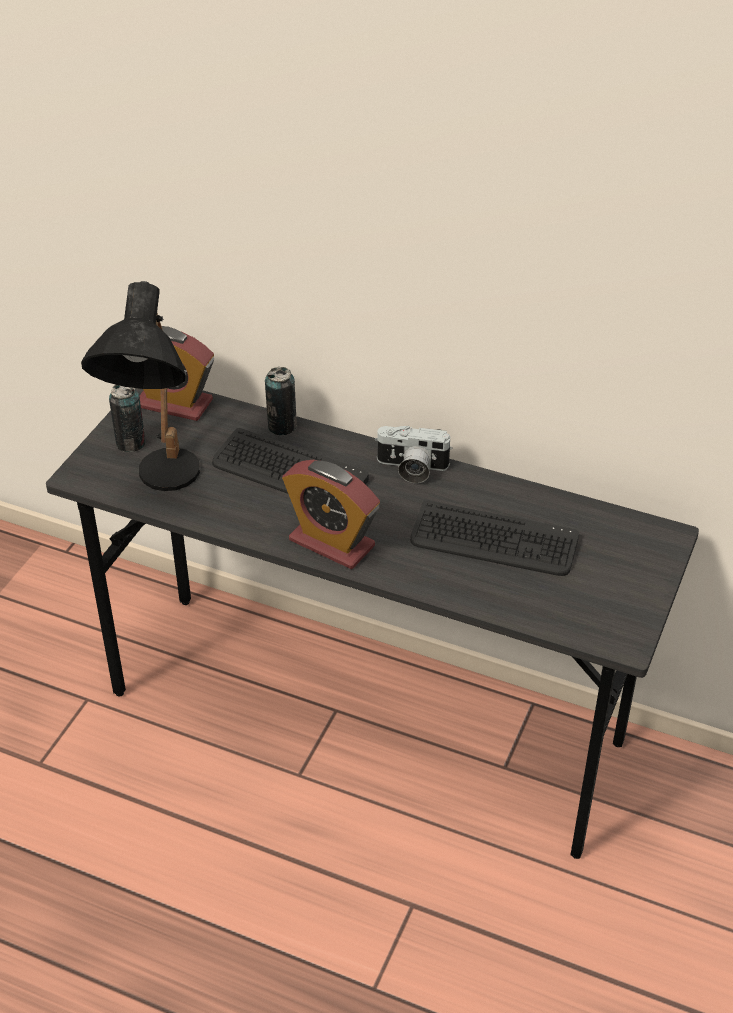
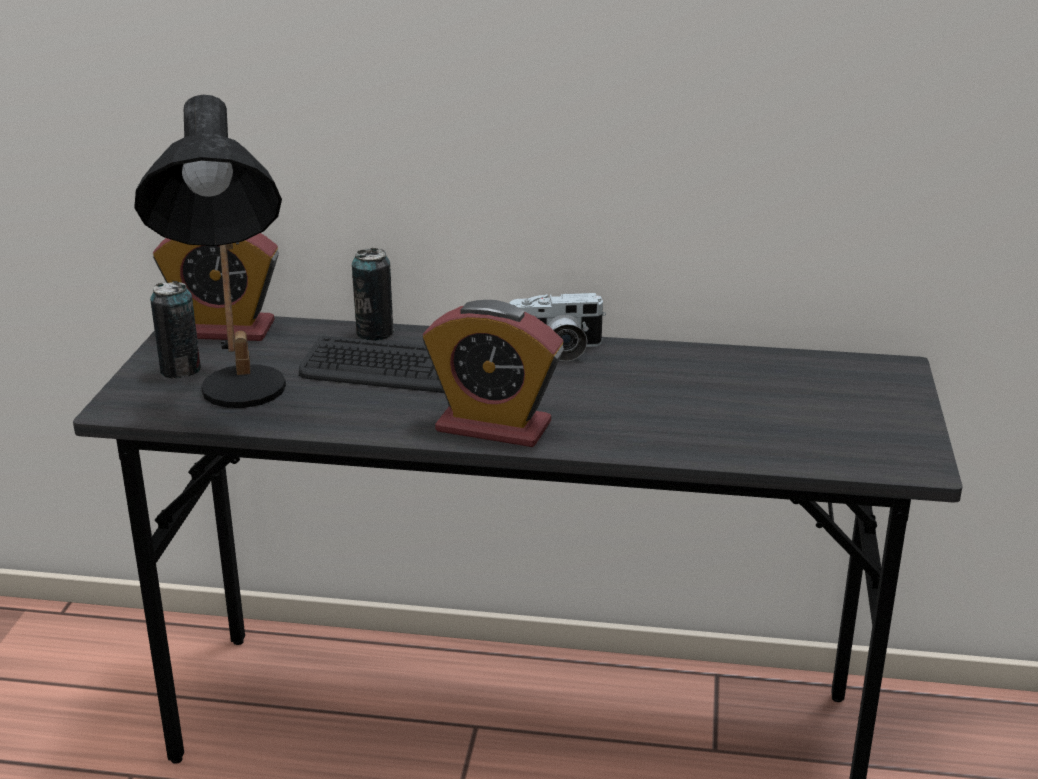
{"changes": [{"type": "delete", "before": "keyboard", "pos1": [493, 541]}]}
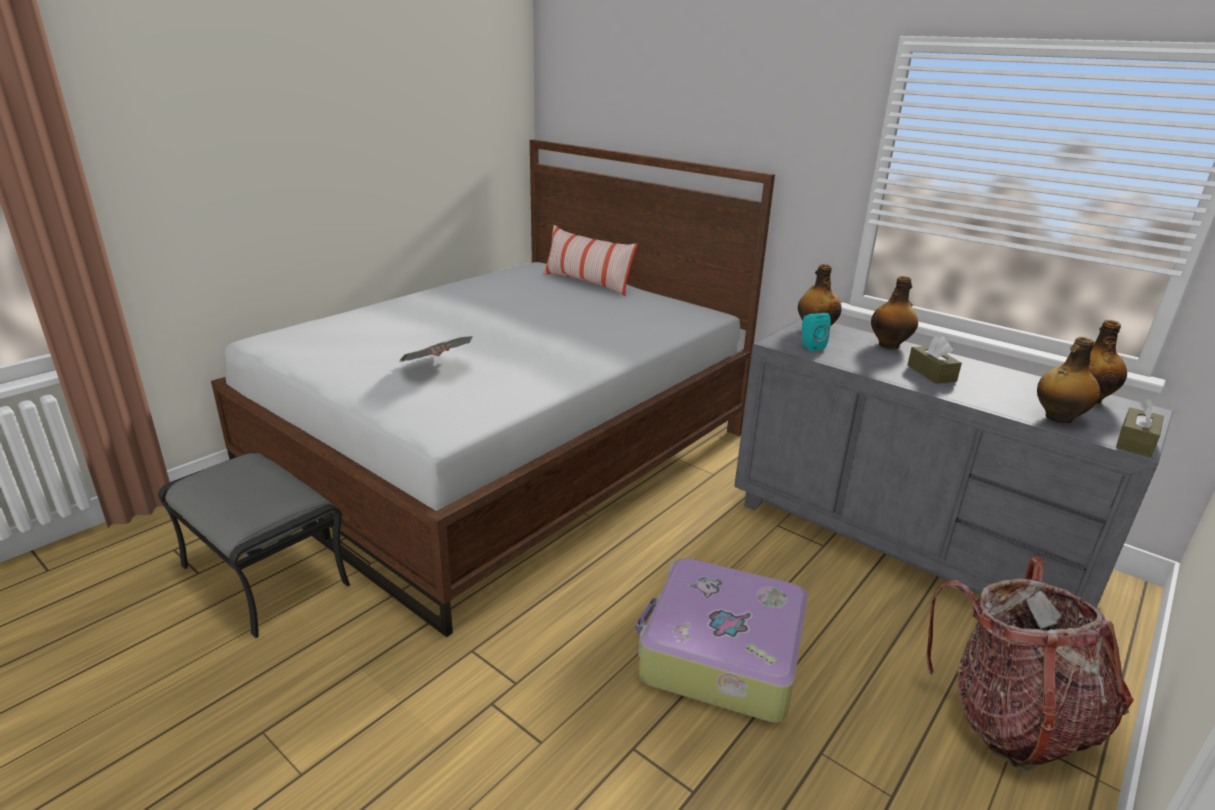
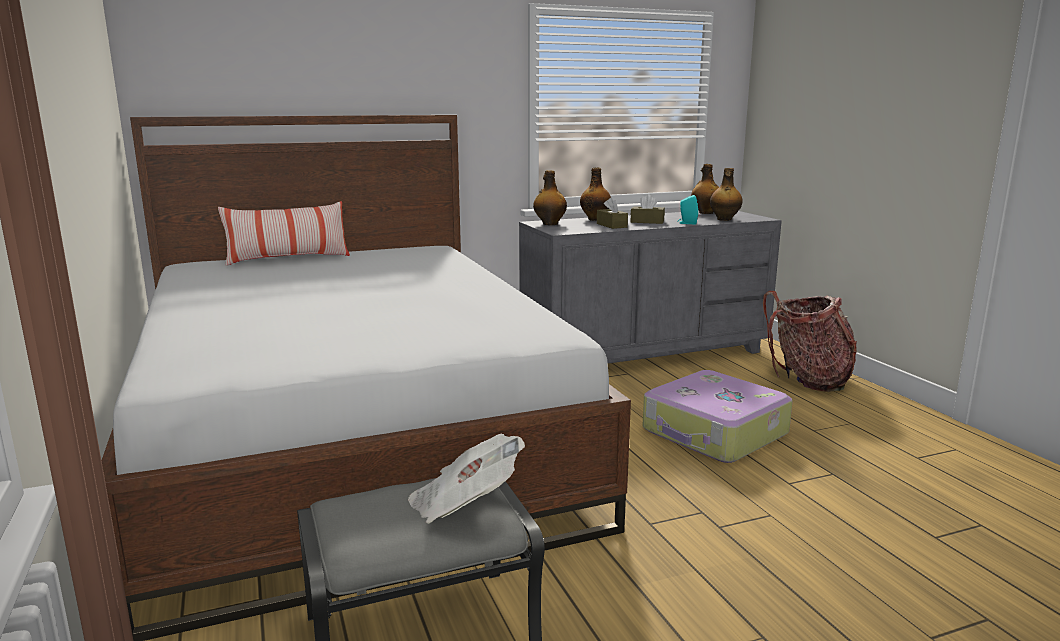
{"changes": [{"type": "move", "before": "turquoise loudspeaker", "pos1": [810, 346], "pos2": [687, 223]}, {"type": "move", "before": "daily paper", "pos1": [437, 368], "pos2": [464, 504]}, {"type": "move", "before": "brown tissue holder", "pos1": [1135, 442], "pos2": [611, 225]}]}
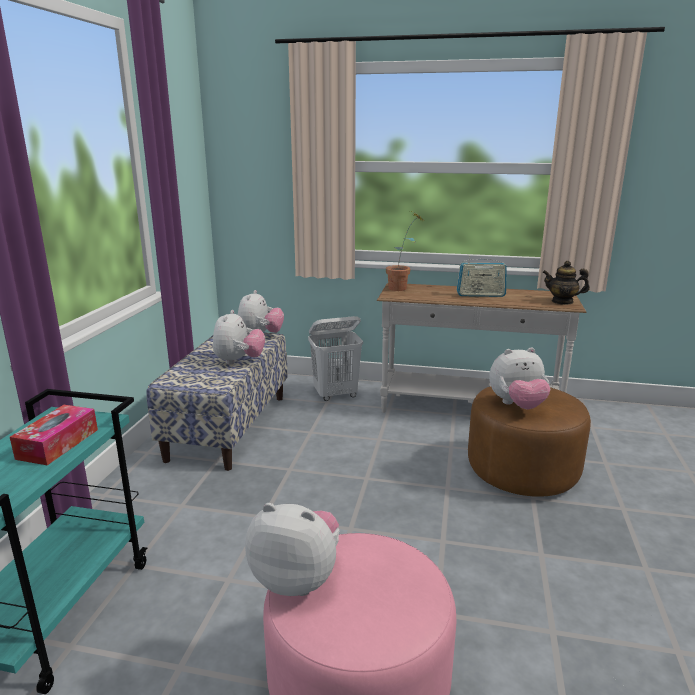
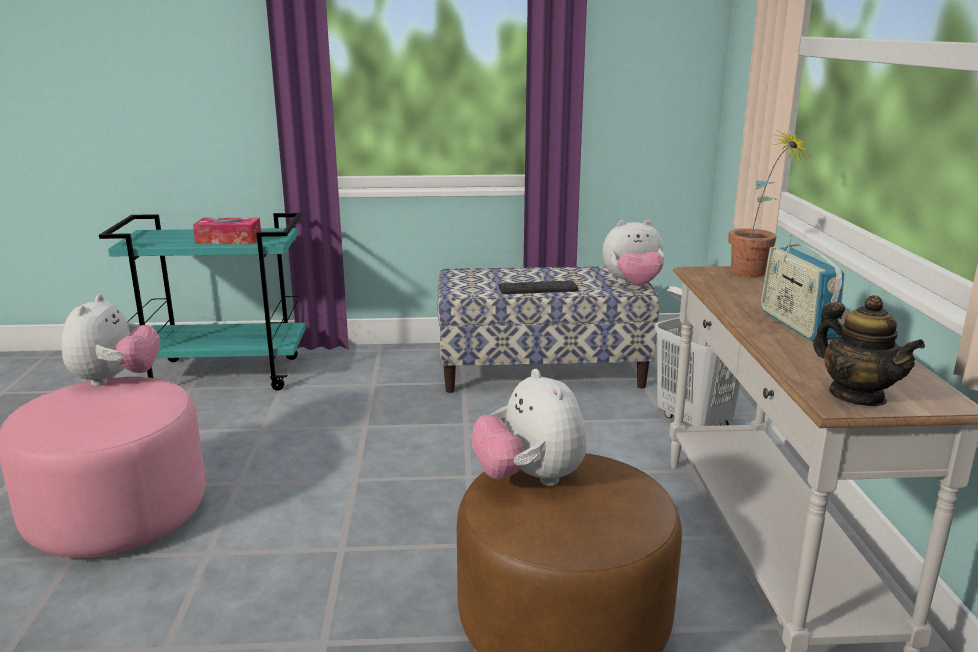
{"changes": [{"type": "rotate", "before": "teapot", "pos1": [562, 301], "pos2": [857, 396], "turn": 150}, {"type": "replace", "before": "soft toy", "after": "keyboard", "pos1": [239, 361], "pos2": [538, 289]}]}
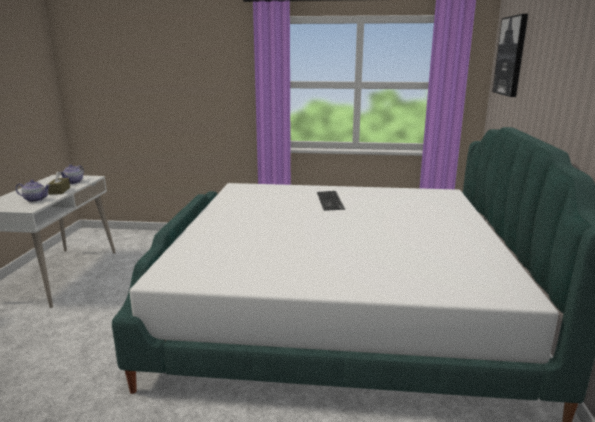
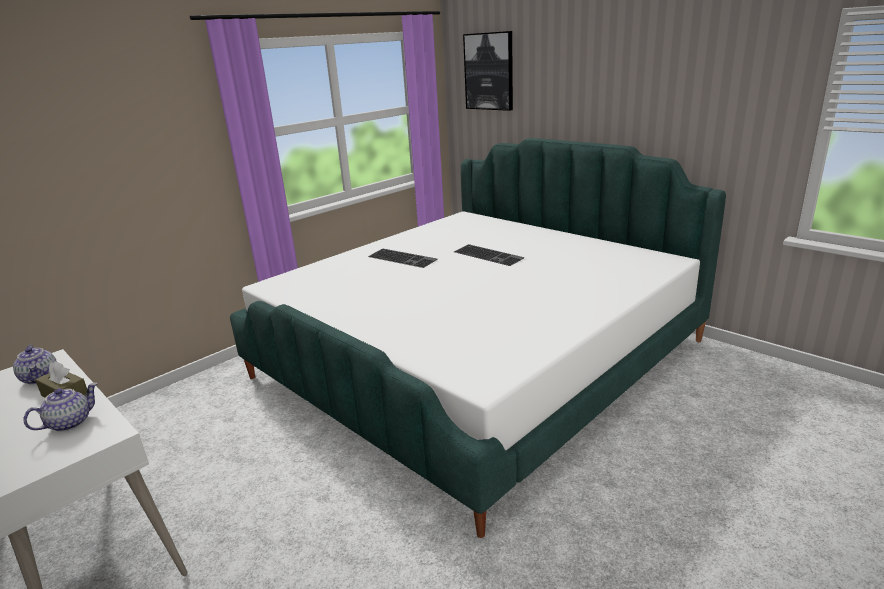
{"changes": [{"type": "insert", "after": "keyboard", "pos2": [489, 255]}]}
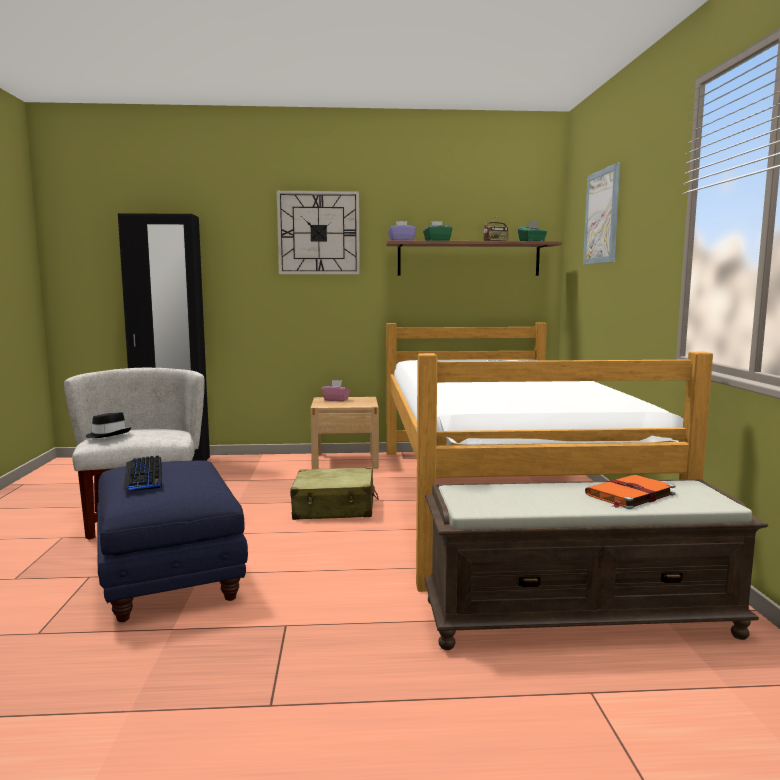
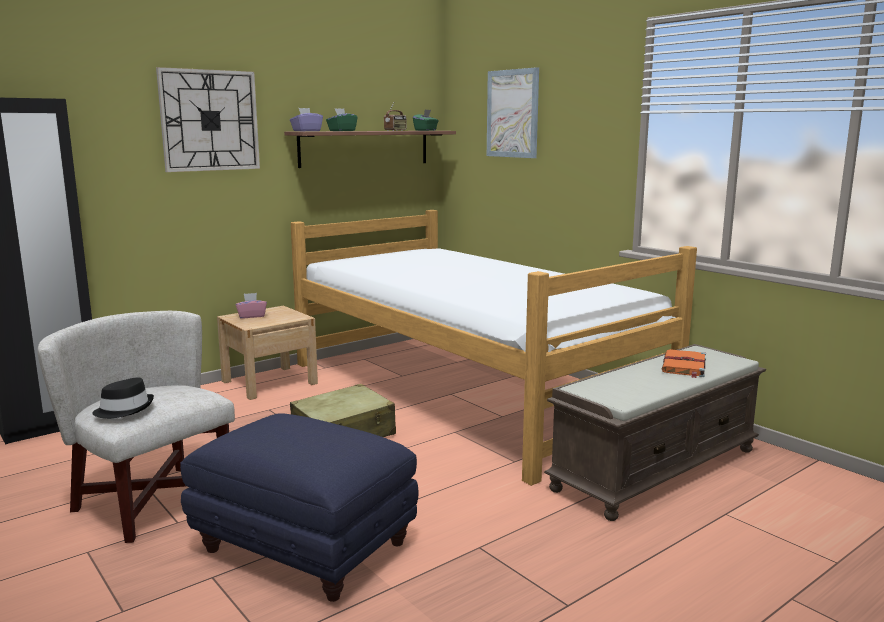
{"changes": [{"type": "delete", "before": "keyboard", "pos1": [144, 475]}]}
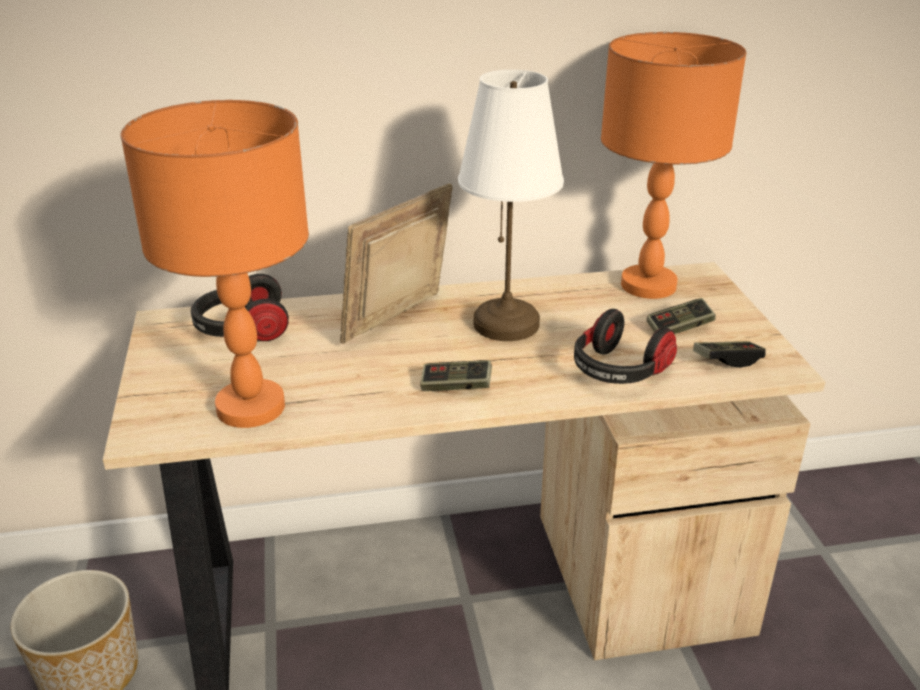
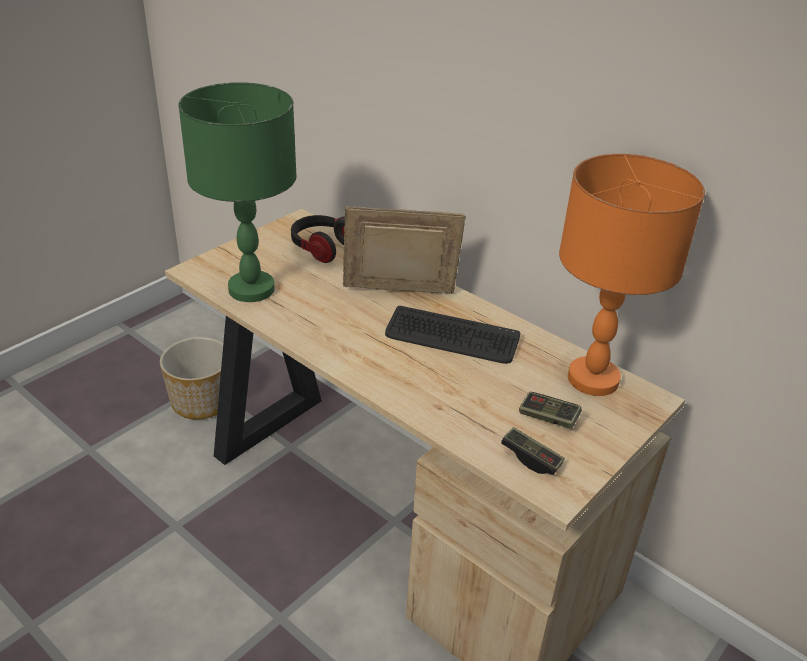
{"changes": [{"type": "replace", "before": "white-coloured lamp for a table", "after": "keyboard", "pos1": [506, 323], "pos2": [451, 337]}, {"type": "recolor", "before": "orange lamp for a table", "after": "greenish lamp for a table", "pos1": [250, 407], "pos2": [252, 289]}, {"type": "delete", "before": "headset", "pos1": [618, 371]}, {"type": "delete", "before": "joypad", "pos1": [456, 386]}]}
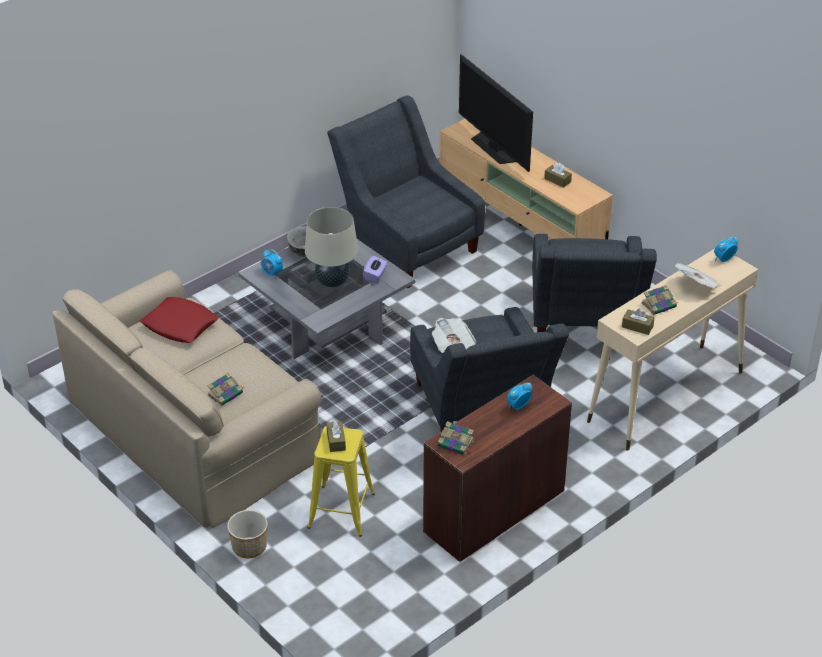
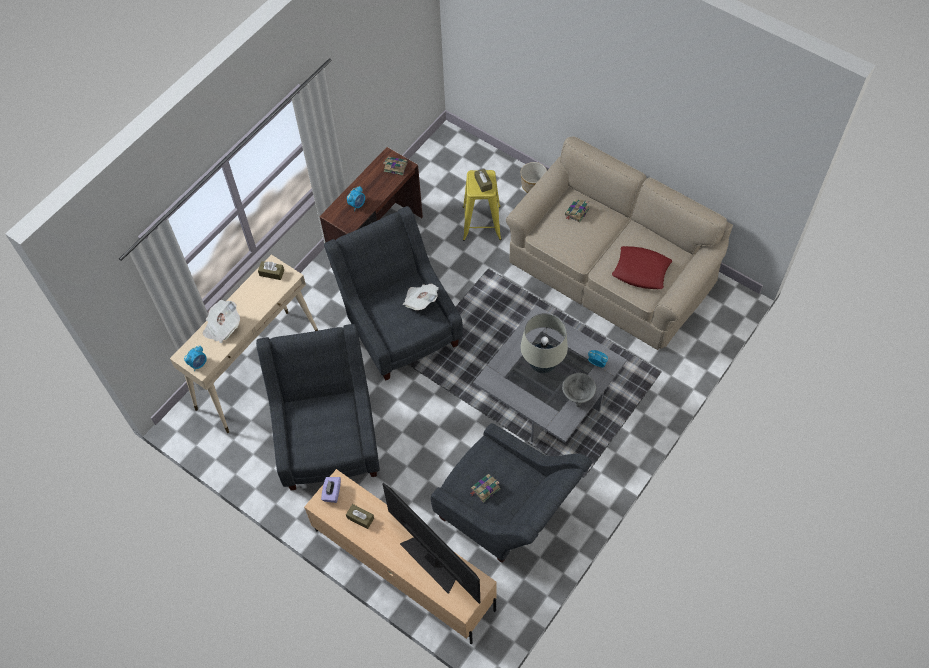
{"changes": [{"type": "move", "before": "purple-coloured tissue holder", "pos1": [375, 276], "pos2": [332, 493]}, {"type": "move", "before": "book", "pos1": [659, 305], "pos2": [485, 489]}]}
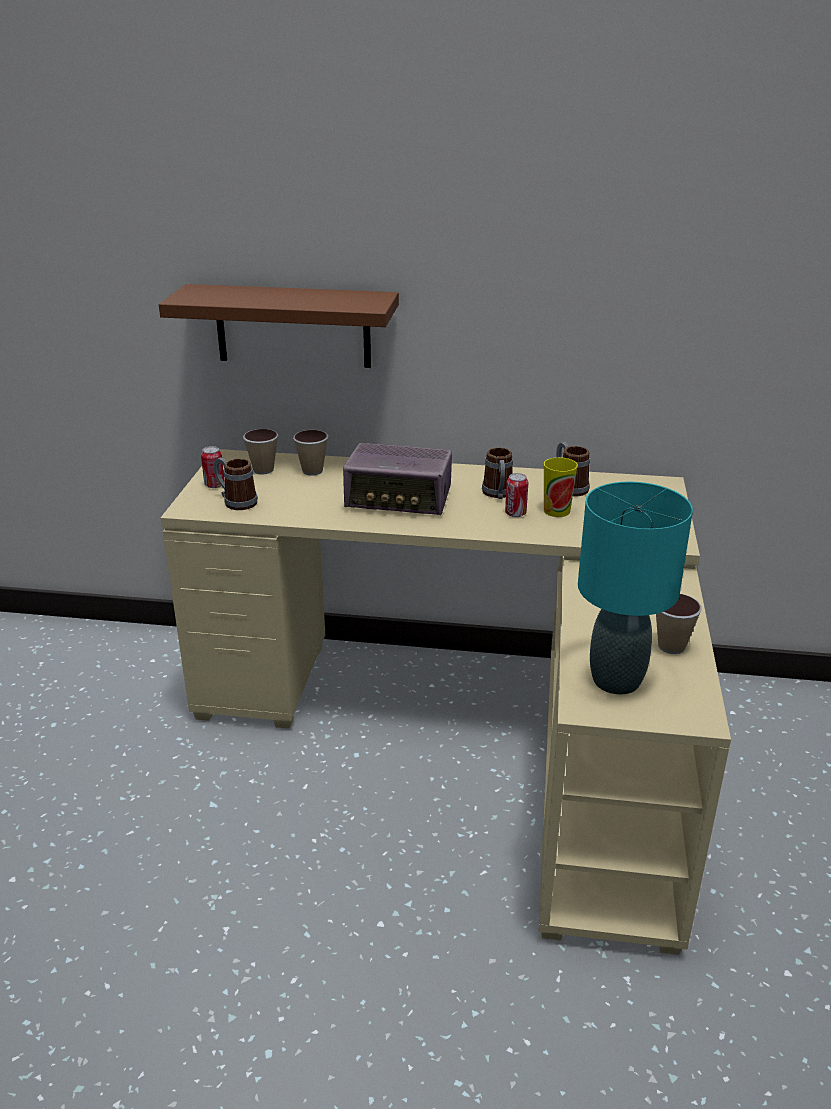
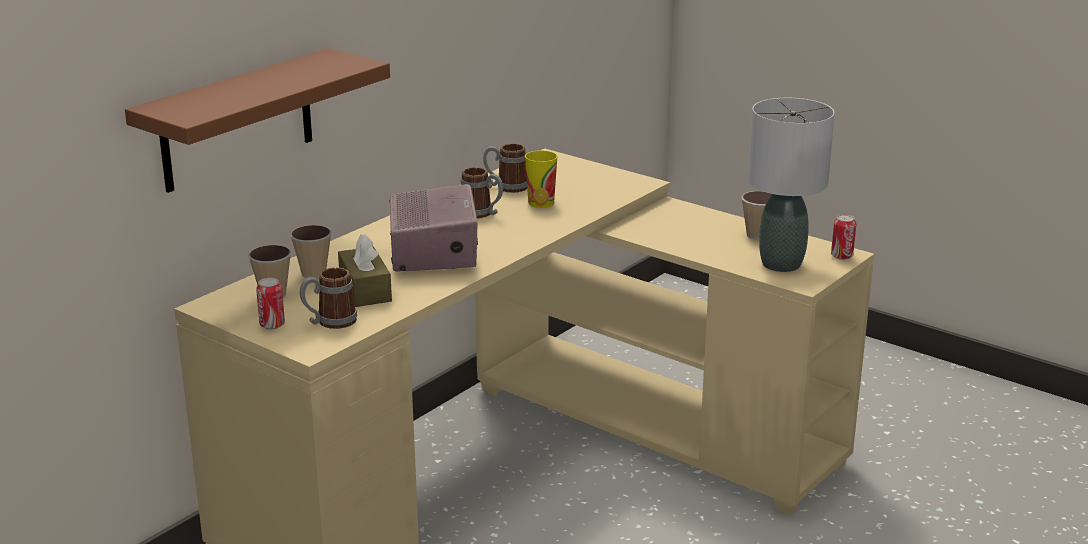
{"changes": [{"type": "rotate", "before": "radio set", "pos1": [399, 499], "pos2": [434, 252], "turn": -45}, {"type": "move", "before": "sealed can", "pos1": [515, 514], "pos2": [841, 256]}, {"type": "recolor", "before": "turquoise lamp for a table", "after": "gray lamp for a table", "pos1": [617, 680], "pos2": [781, 264]}, {"type": "insert", "after": "brown tissue holder", "pos2": [365, 290]}]}
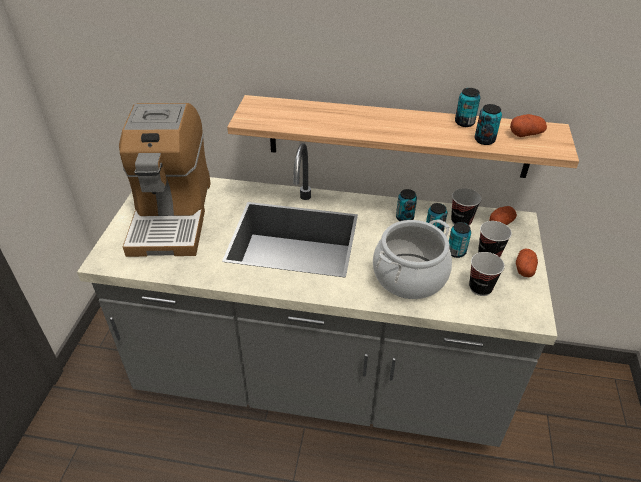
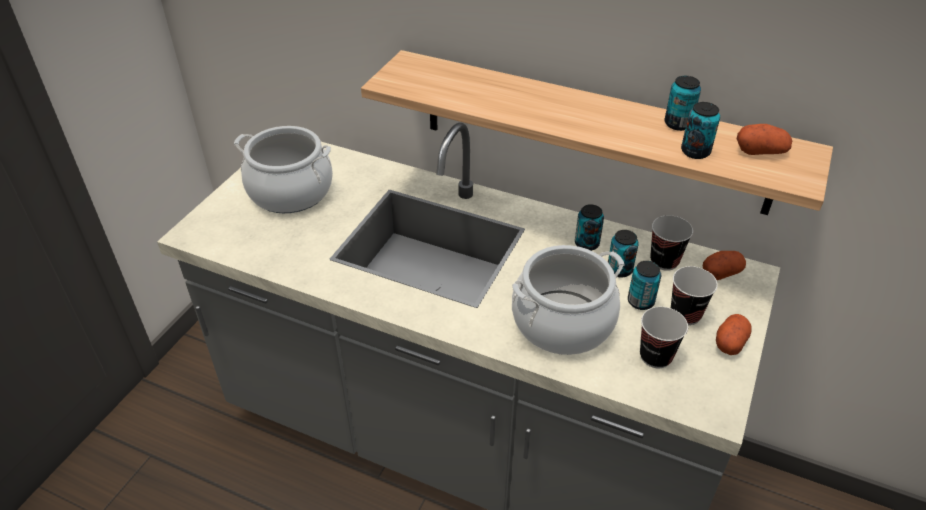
{"changes": [{"type": "replace", "before": "coffee brewer", "after": "stockpot", "pos1": [171, 215], "pos2": [290, 191]}]}
